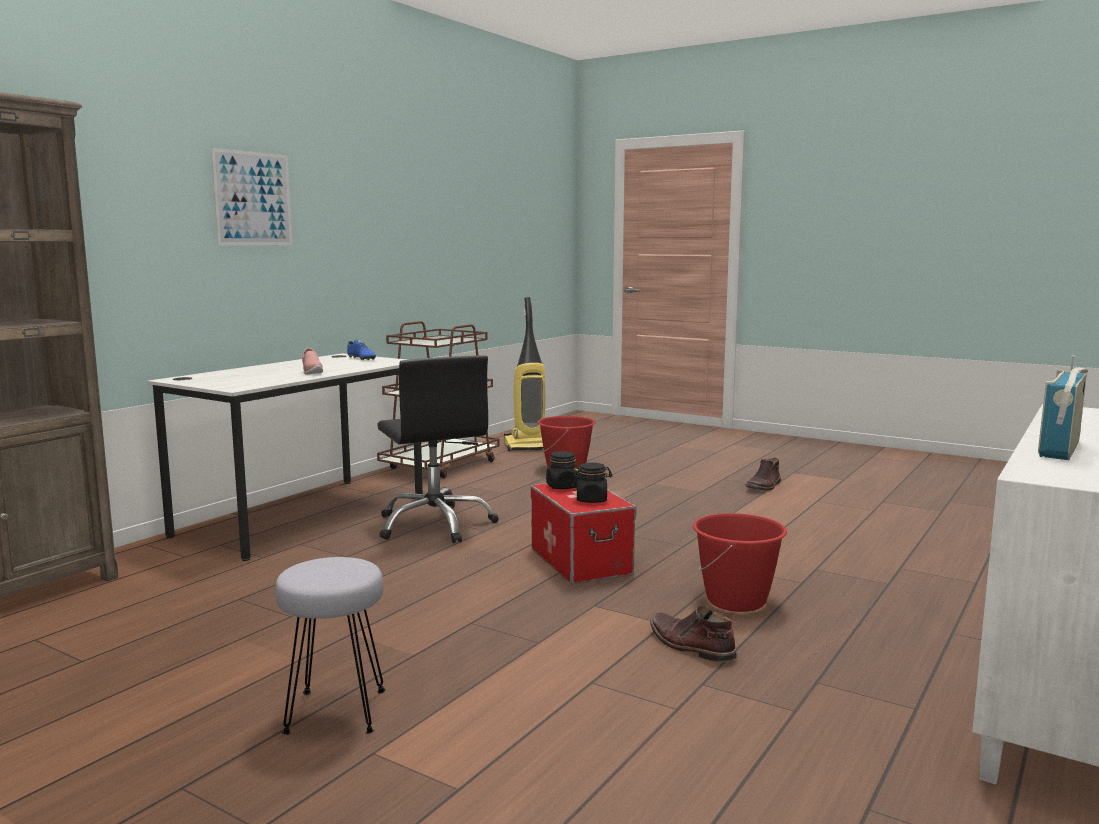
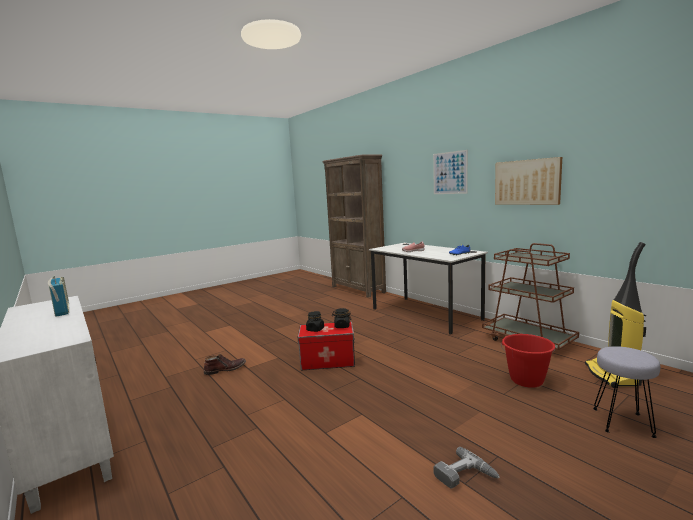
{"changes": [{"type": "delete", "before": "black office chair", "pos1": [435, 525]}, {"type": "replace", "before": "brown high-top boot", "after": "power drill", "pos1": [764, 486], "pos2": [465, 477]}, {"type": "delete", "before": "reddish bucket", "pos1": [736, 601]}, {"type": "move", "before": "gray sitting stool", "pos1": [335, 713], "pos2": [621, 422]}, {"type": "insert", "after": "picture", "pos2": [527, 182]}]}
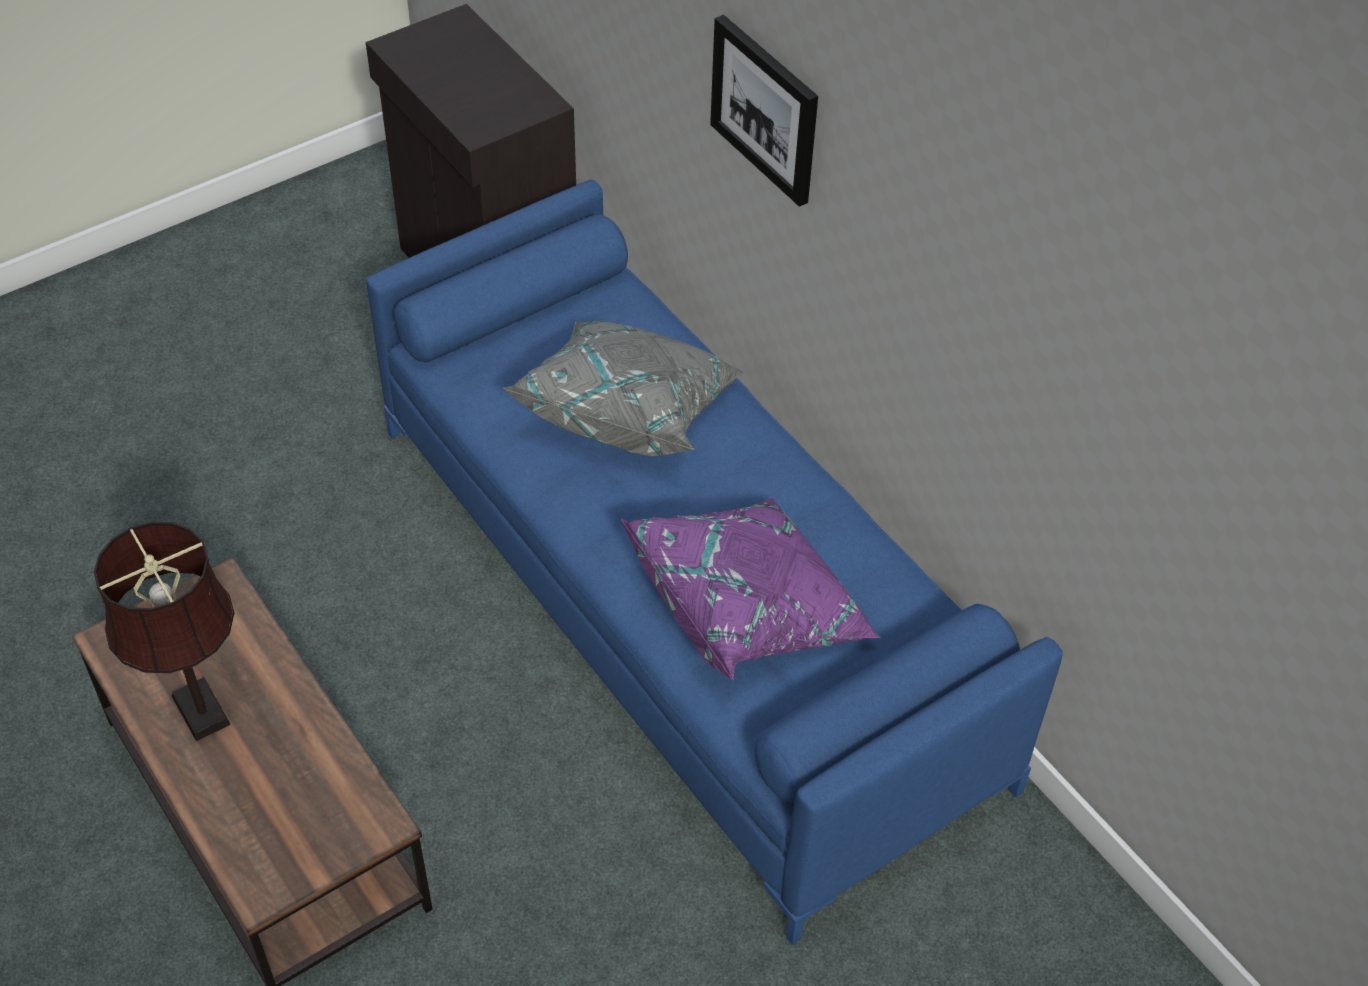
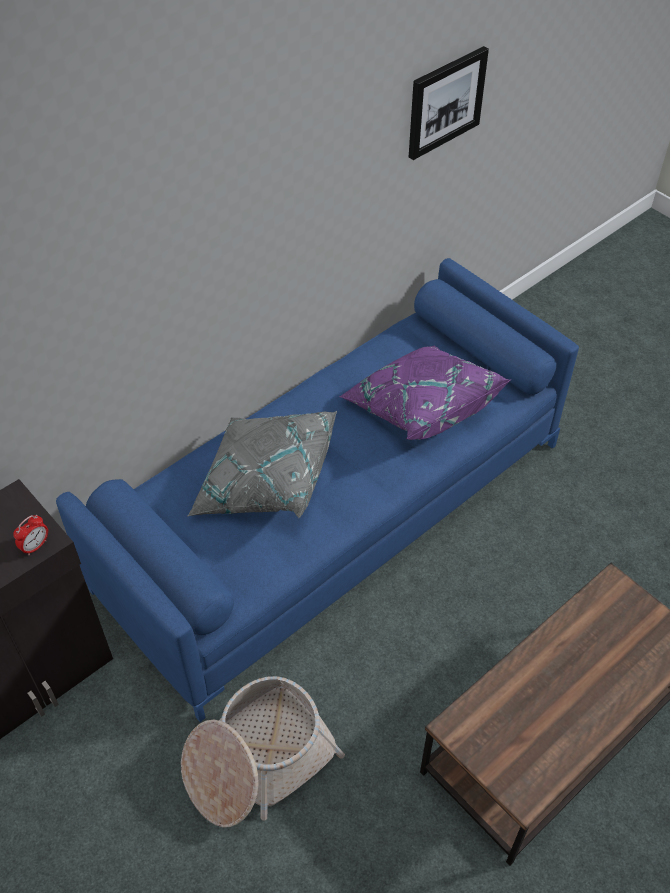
{"changes": [{"type": "move", "before": "picture", "pos1": [766, 109], "pos2": [445, 102]}, {"type": "delete", "before": "brown lamp for a table", "pos1": [198, 705]}, {"type": "insert", "after": "alarm clock", "pos2": [35, 546]}, {"type": "insert", "after": "basket", "pos2": [258, 760]}]}
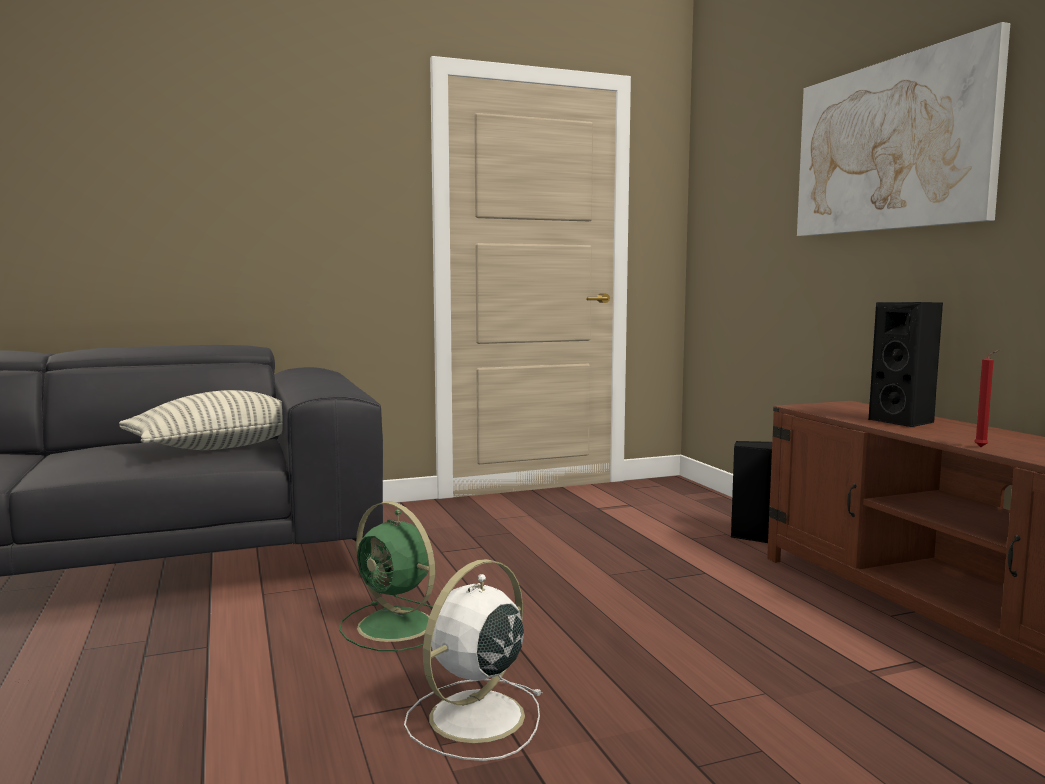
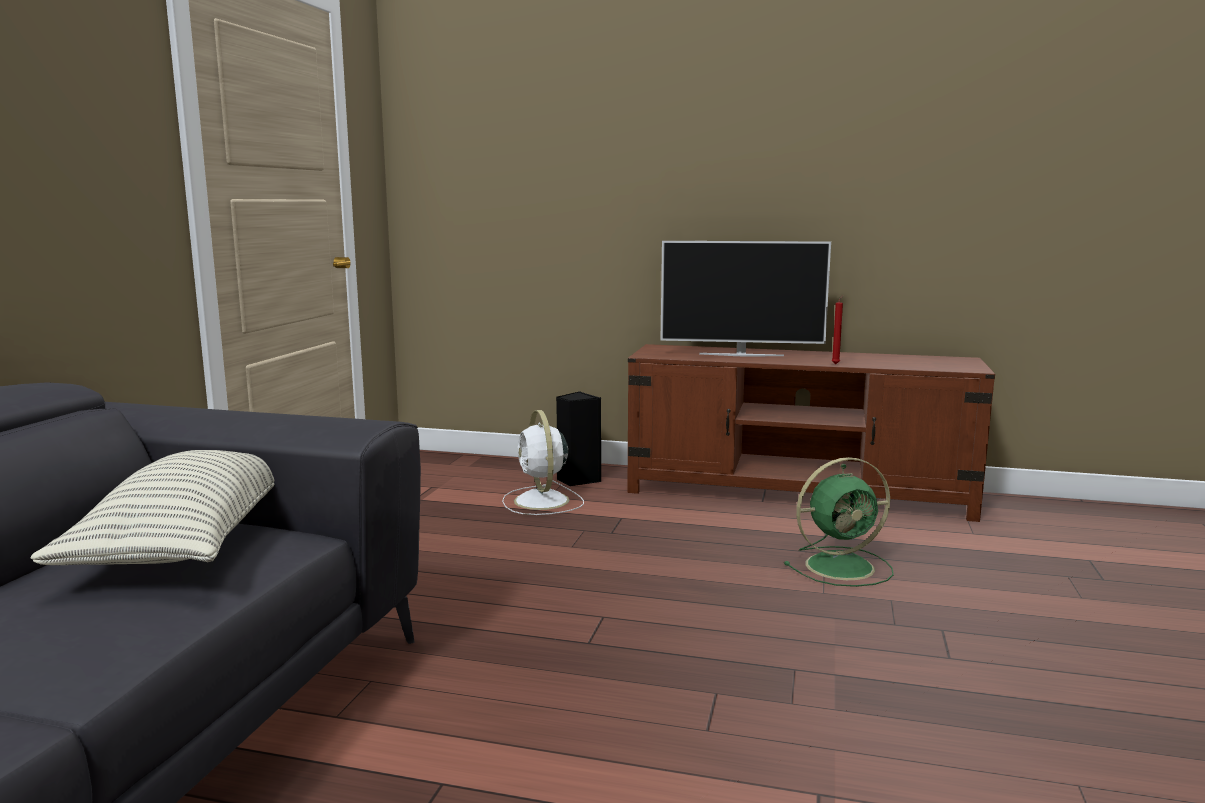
{"changes": [{"type": "delete", "before": "picture", "pos1": [891, 146]}, {"type": "replace", "before": "black loudspeaker", "after": "TV set", "pos1": [904, 422], "pos2": [741, 355]}, {"type": "move", "before": "greenish electric fan", "pos1": [398, 626], "pos2": [842, 566]}, {"type": "move", "before": "white-coloured electric fan", "pos1": [474, 718], "pos2": [542, 501]}]}
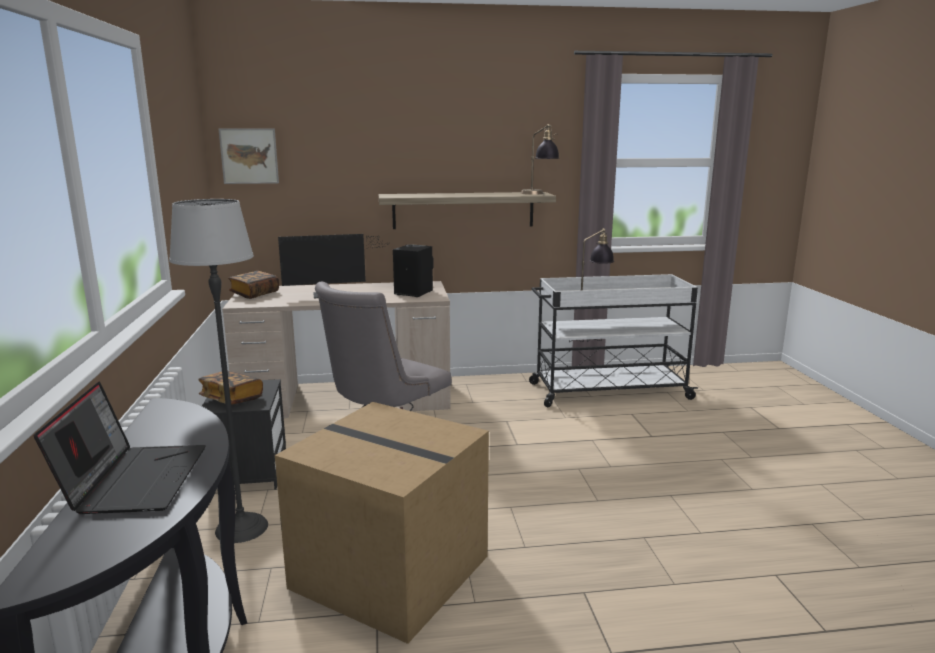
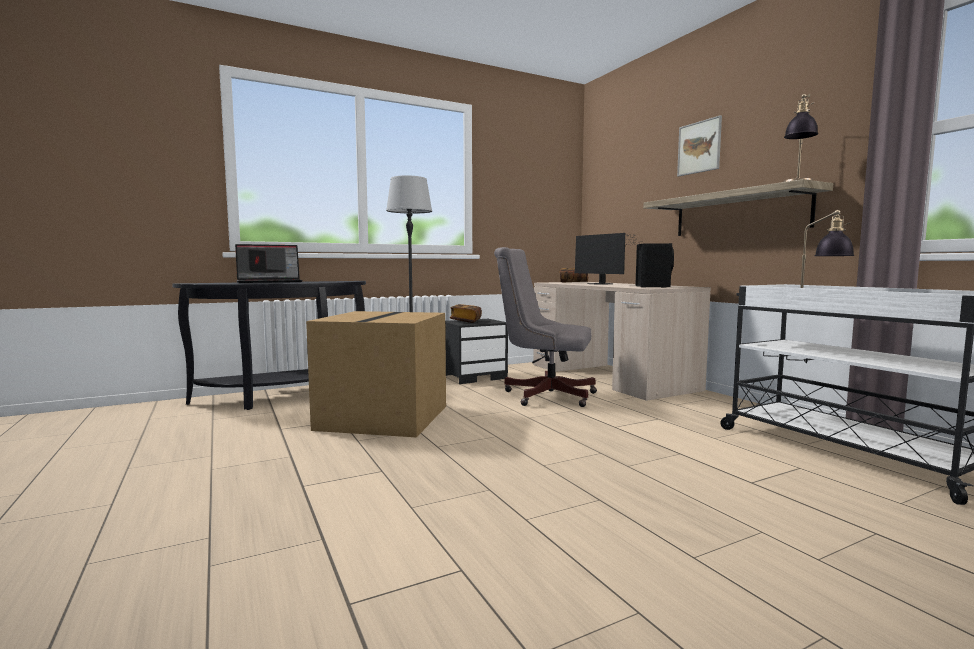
{"changes": [{"type": "move", "before": "picture", "pos1": [249, 156], "pos2": [699, 147]}]}
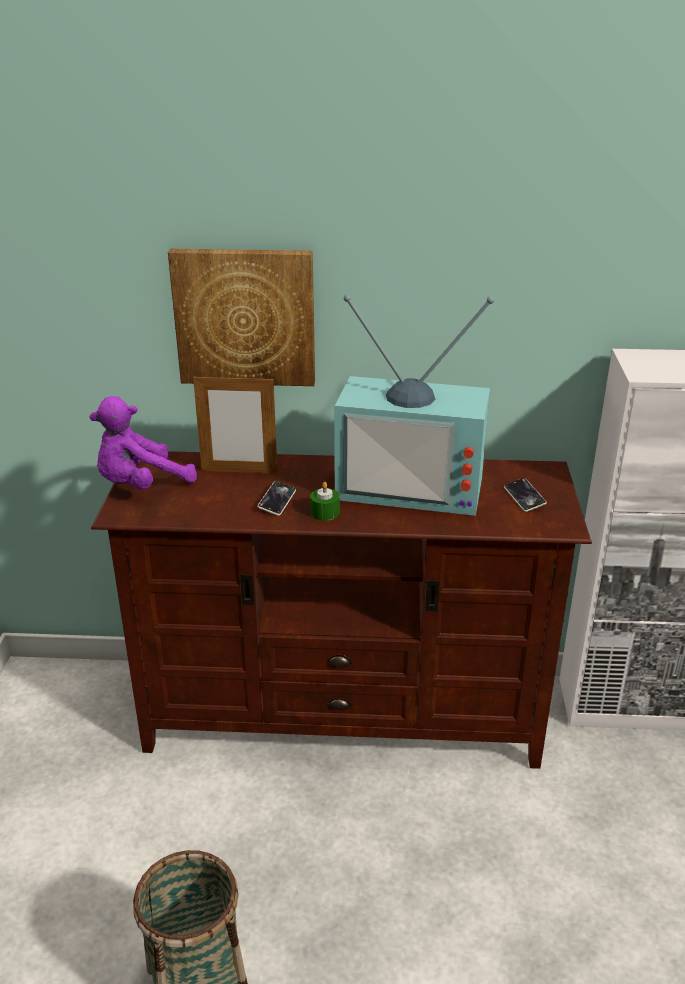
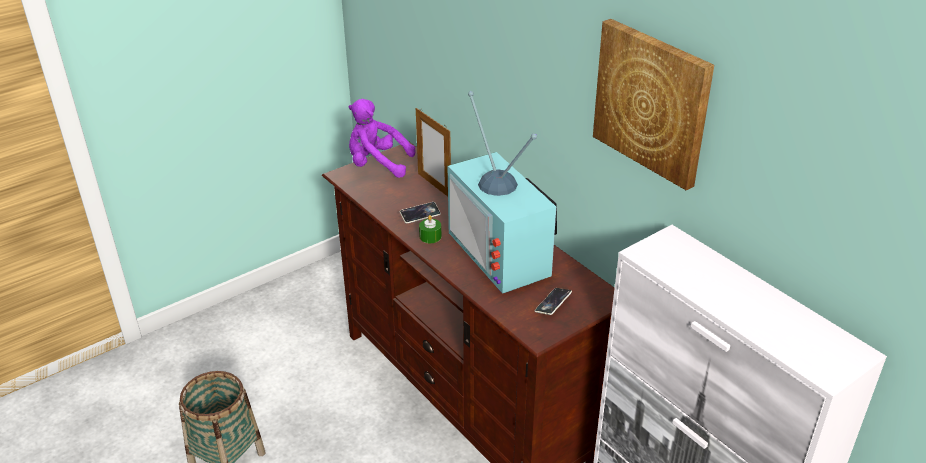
{"changes": [{"type": "move", "before": "picture", "pos1": [245, 317], "pos2": [652, 102]}]}
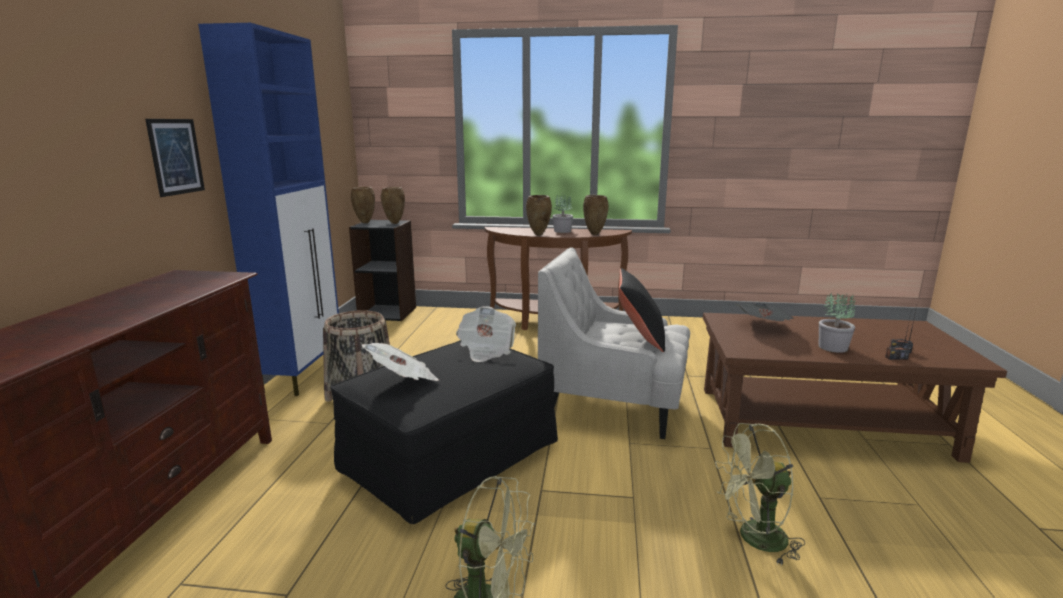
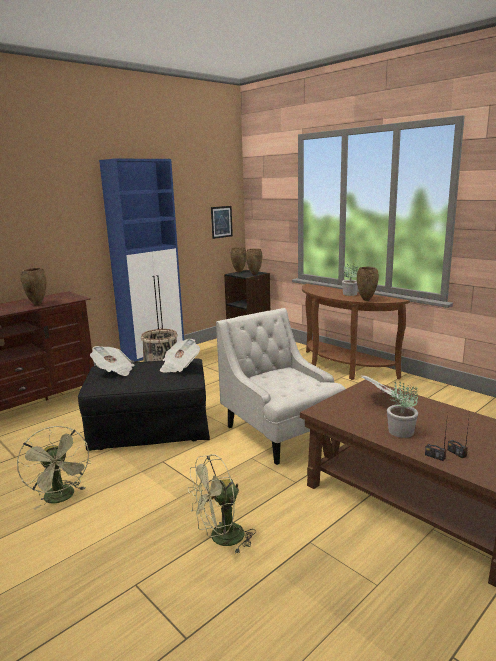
{"changes": [{"type": "move", "before": "picture", "pos1": [176, 156], "pos2": [221, 222]}, {"type": "move", "before": "brown vase", "pos1": [539, 235], "pos2": [37, 304]}, {"type": "delete", "before": "black cushion", "pos1": [639, 337]}, {"type": "rotate", "before": "greenish electric fan", "pos1": [754, 539], "pos2": [221, 539], "turn": -60}]}
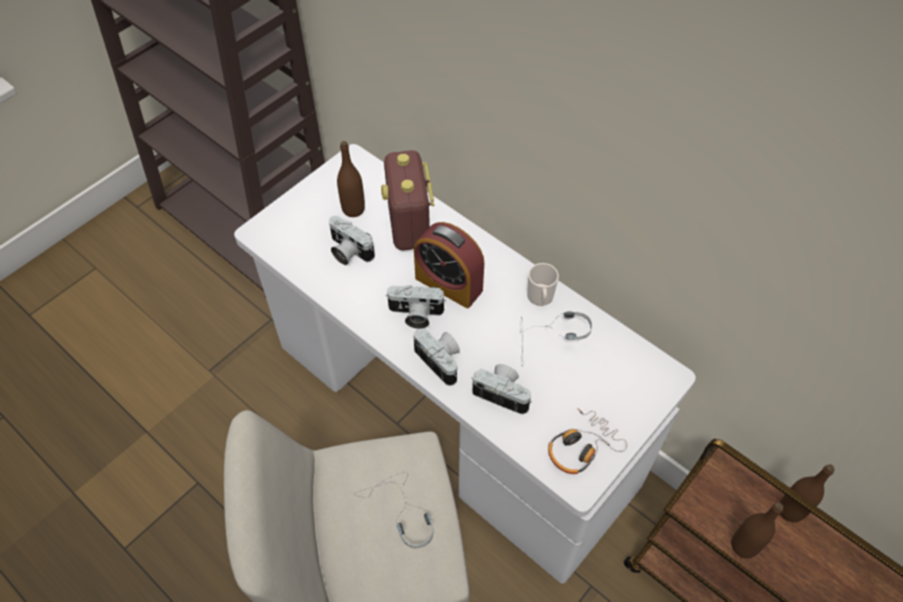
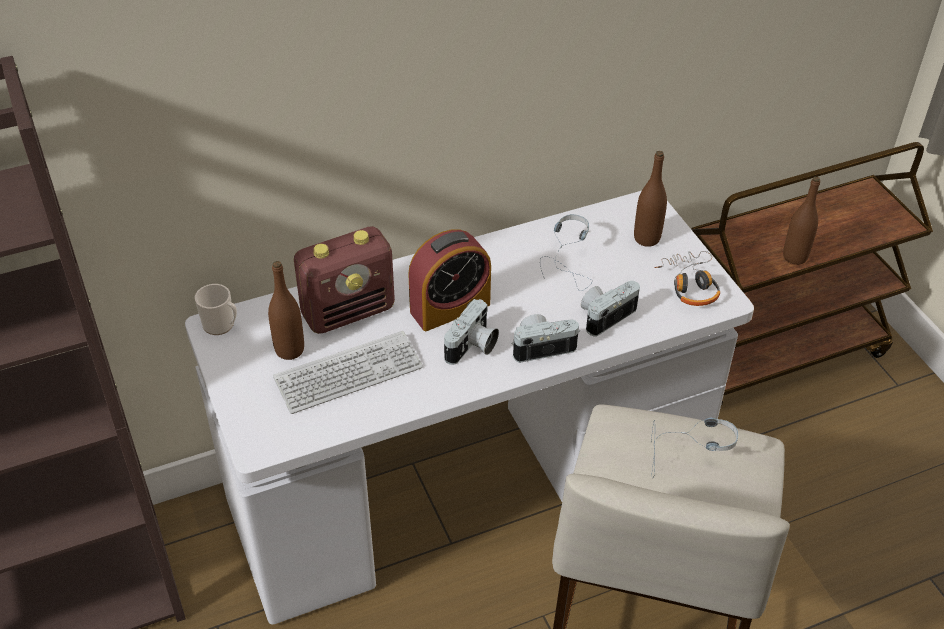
{"changes": [{"type": "rotate", "before": "radio set", "pos1": [409, 225], "pos2": [349, 311], "turn": -45}, {"type": "replace", "before": "photo camera", "after": "keyboard", "pos1": [348, 251], "pos2": [348, 374]}, {"type": "move", "before": "tea mug", "pos1": [540, 297], "pos2": [221, 325]}, {"type": "move", "before": "brown drink bottle", "pos1": [790, 510], "pos2": [646, 238]}]}
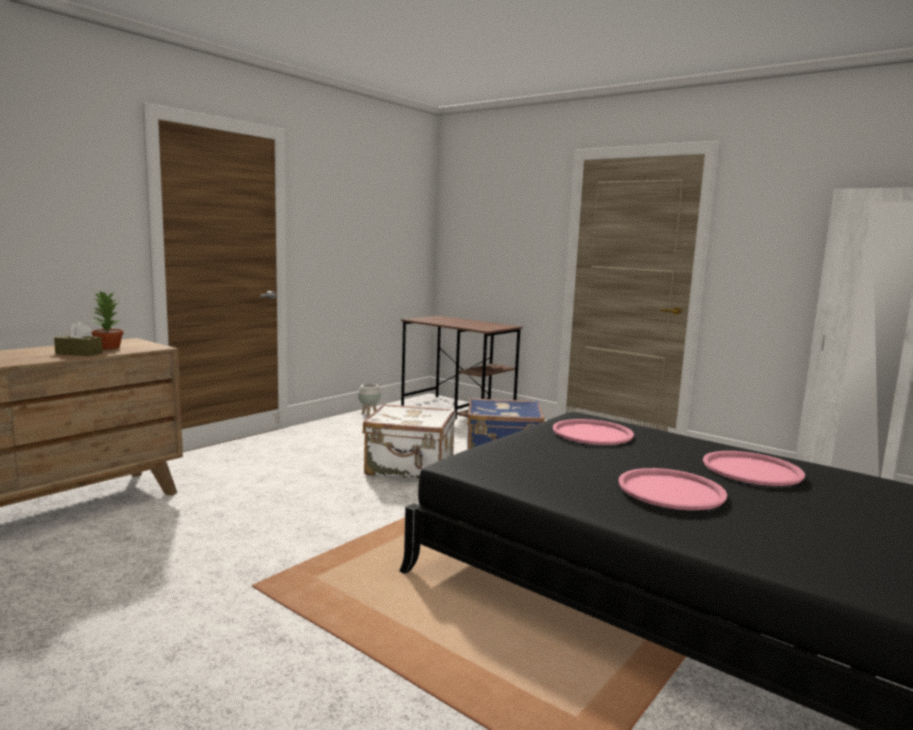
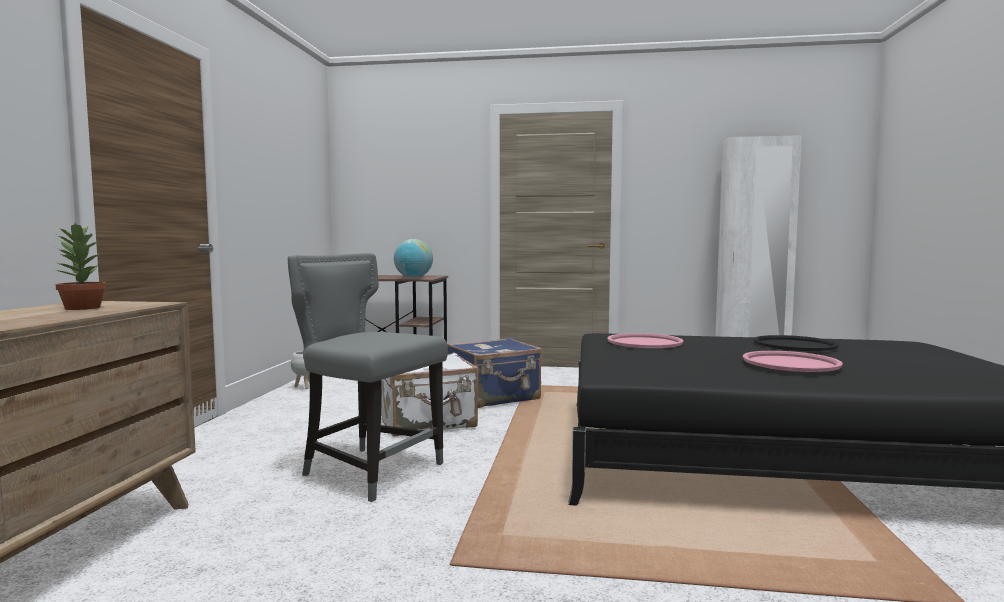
{"changes": [{"type": "delete", "before": "brown tissue holder", "pos1": [79, 353]}, {"type": "recolor", "before": "pink-coloured carrying tray", "after": "black carrying tray", "pos1": [751, 470], "pos2": [794, 345]}, {"type": "insert", "after": "desk globe", "pos2": [413, 278]}, {"type": "insert", "after": "gray plain chair", "pos2": [369, 470]}]}
